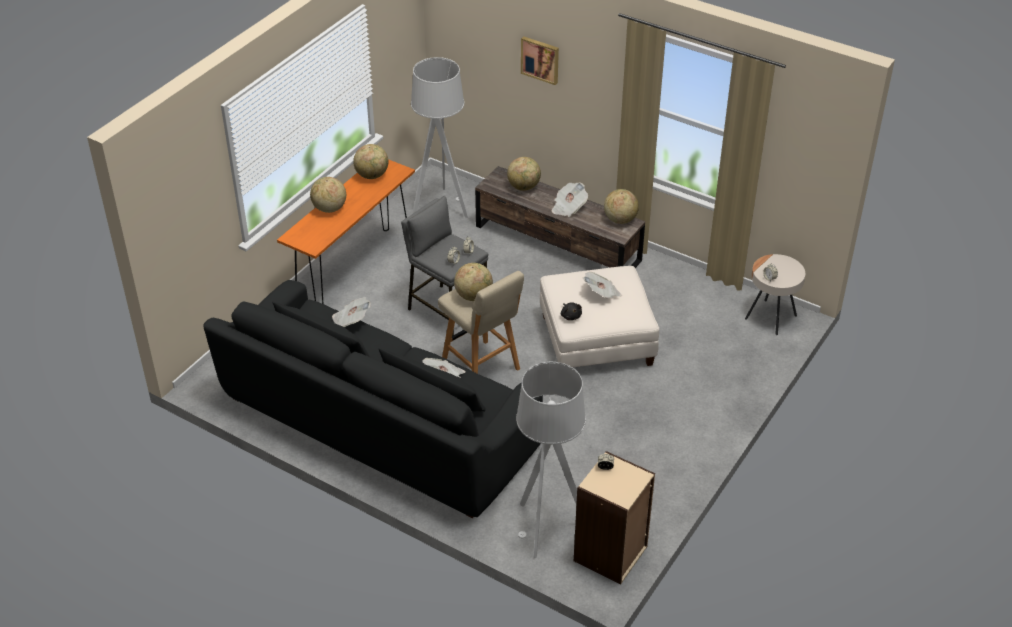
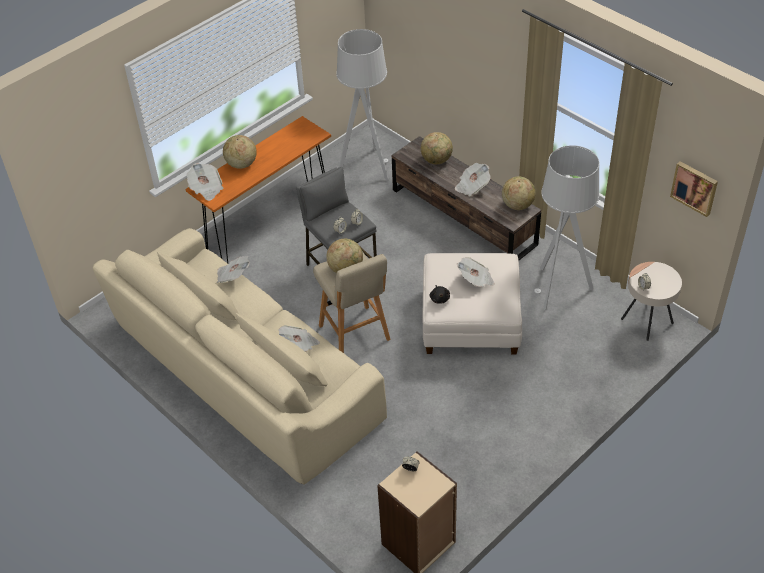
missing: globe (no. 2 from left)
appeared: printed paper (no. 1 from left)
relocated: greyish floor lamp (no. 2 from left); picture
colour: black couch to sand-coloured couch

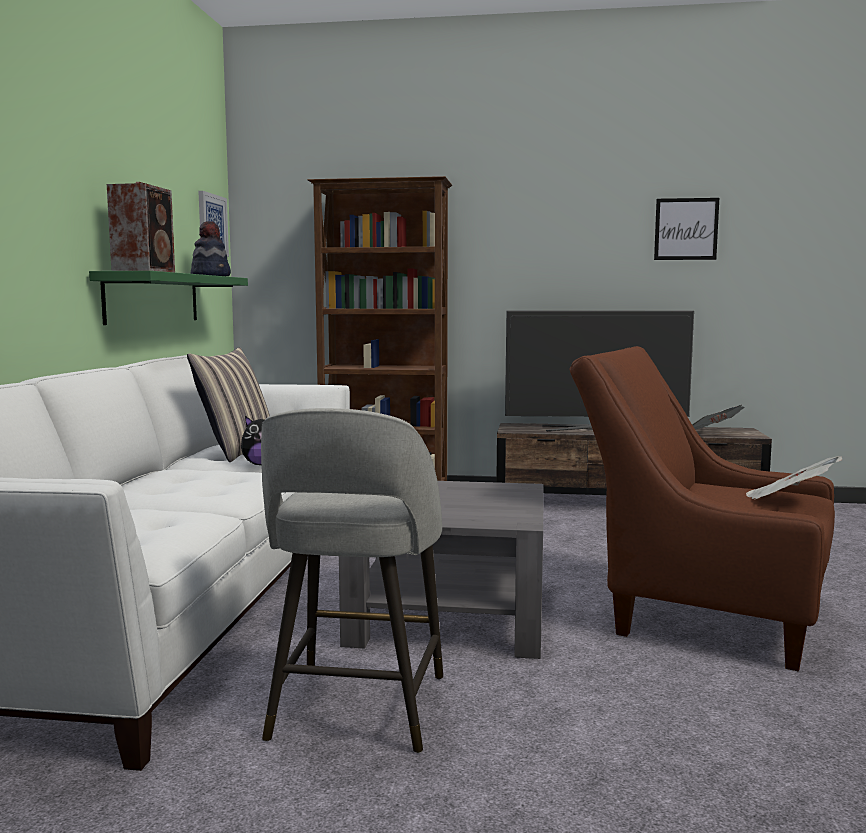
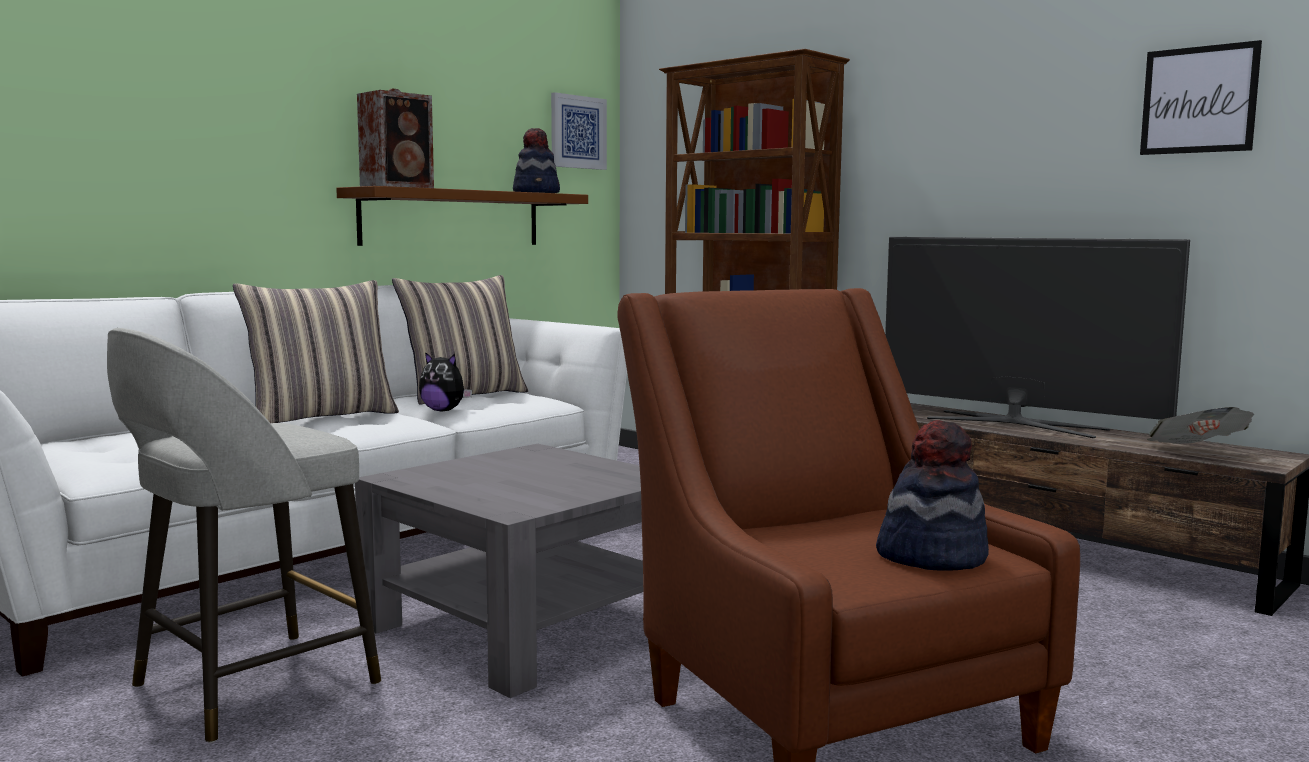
appeared: throw pillow (no. 1 from left)
exchanged: printed paper (no. 2 from left) to hat (no. 2 from left)
colour: greenish shelf to brown shelf

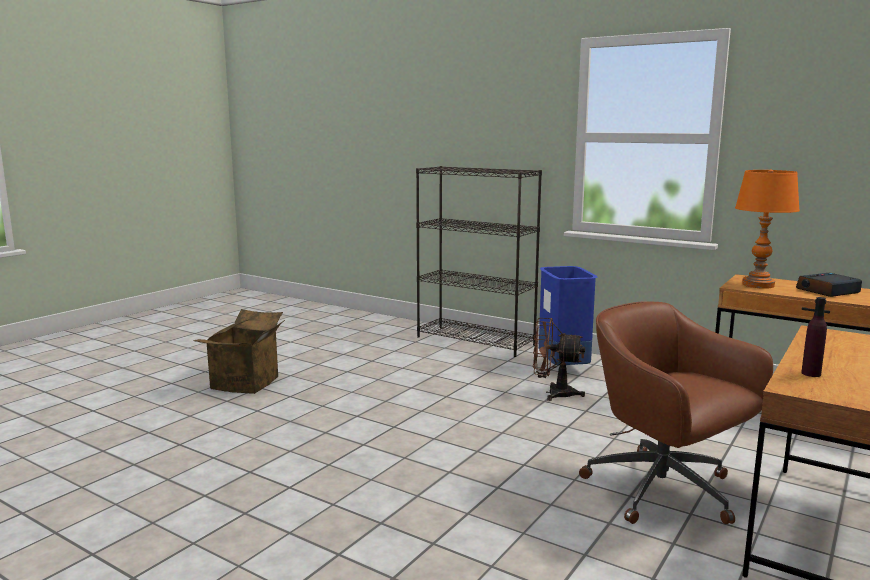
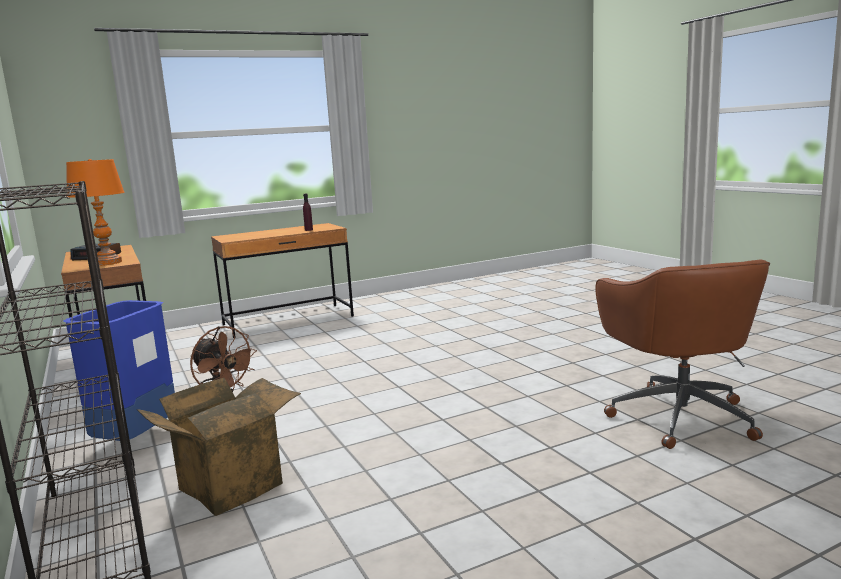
relocated: packing box; brown computer chair

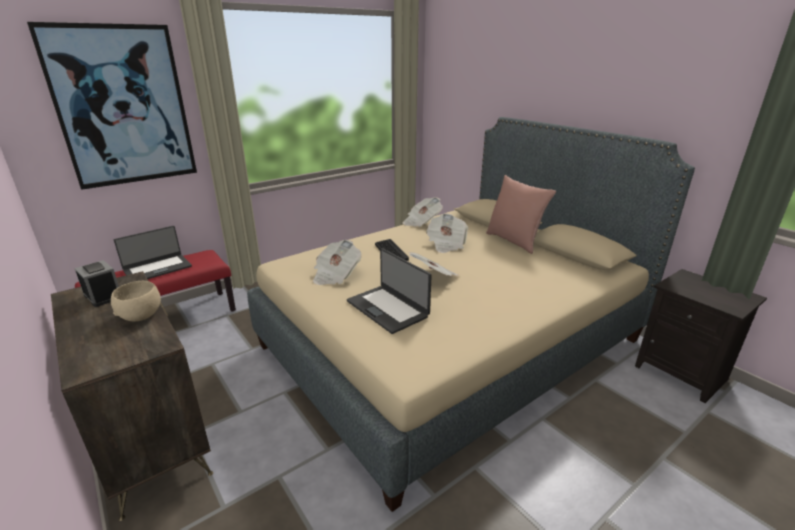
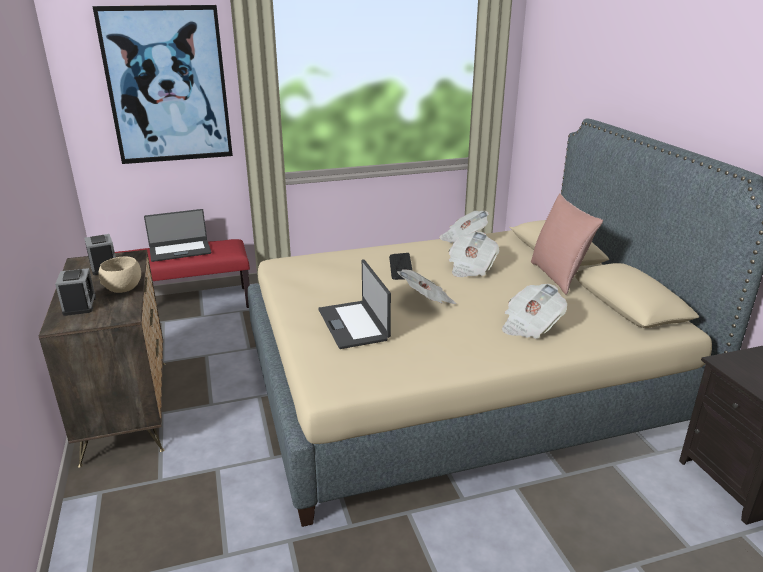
appeared: table clock (no. 1 from left)
relocated: printed paper (no. 1 from left in the first image) to printed paper (no. 4 from left)

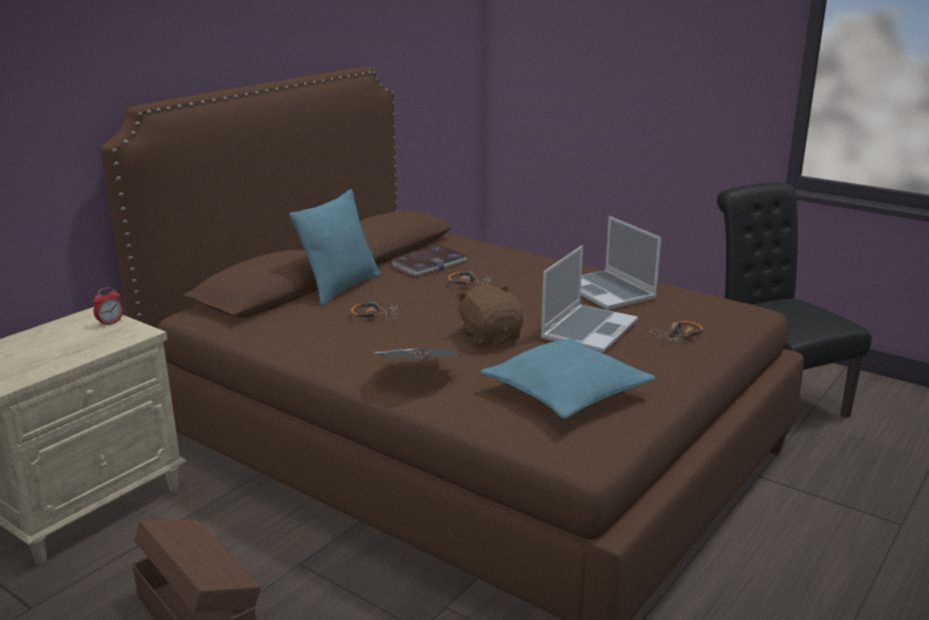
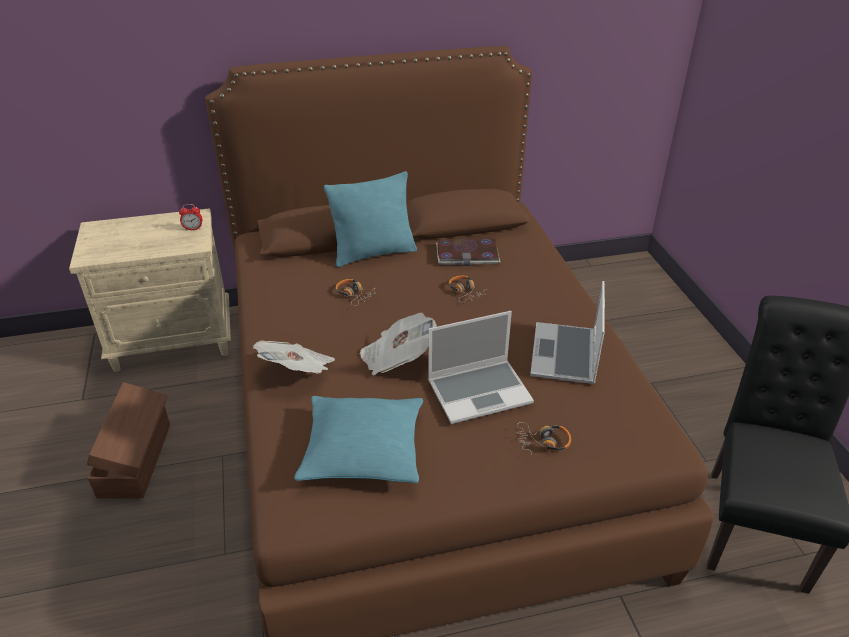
exchanged: brown soft toy to printed paper (no. 2 from left)

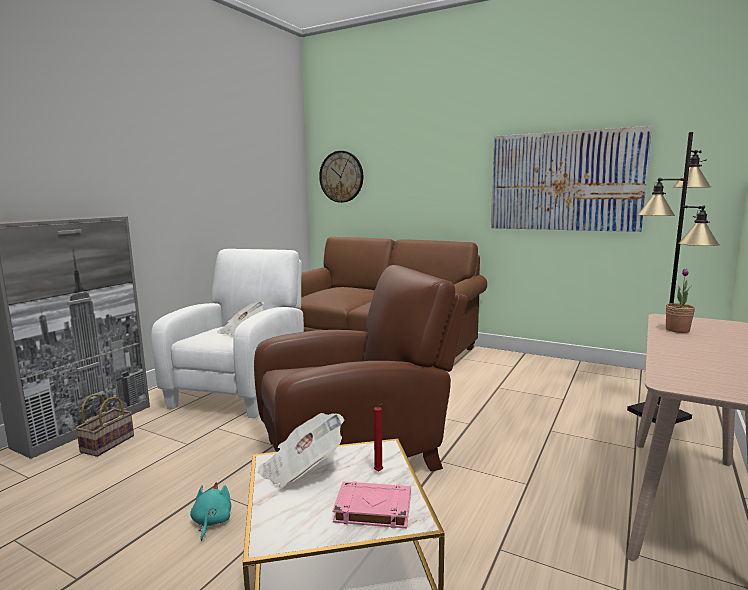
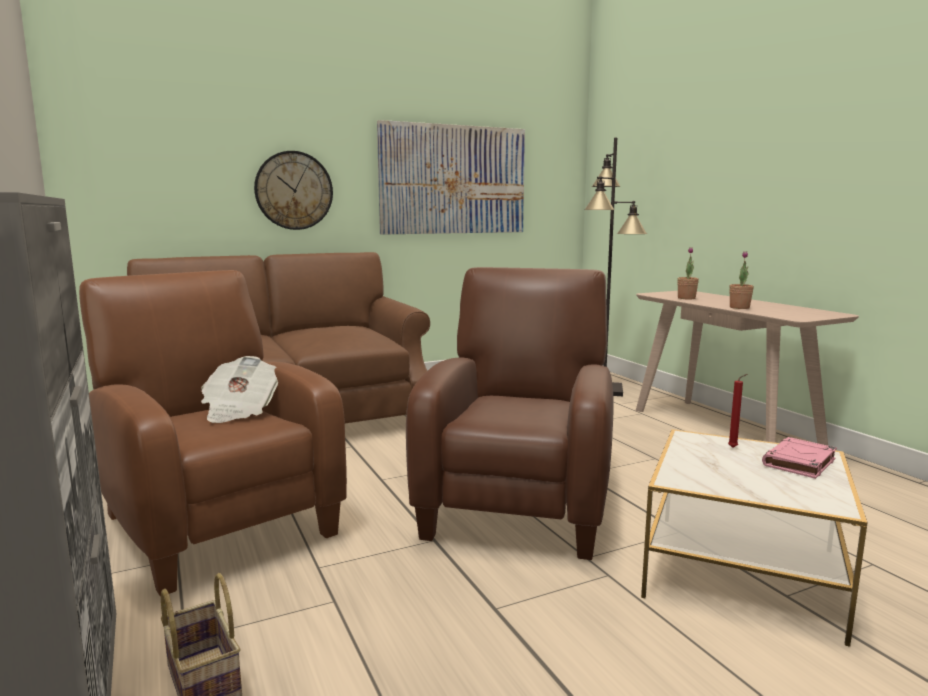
missing: blue-green soft toy; printed paper (no. 2 from left)
appeared: potted plant (no. 2 from left)
relocated: wall clock
colour: whitish armchair to brown armchair (no. 1 from left)

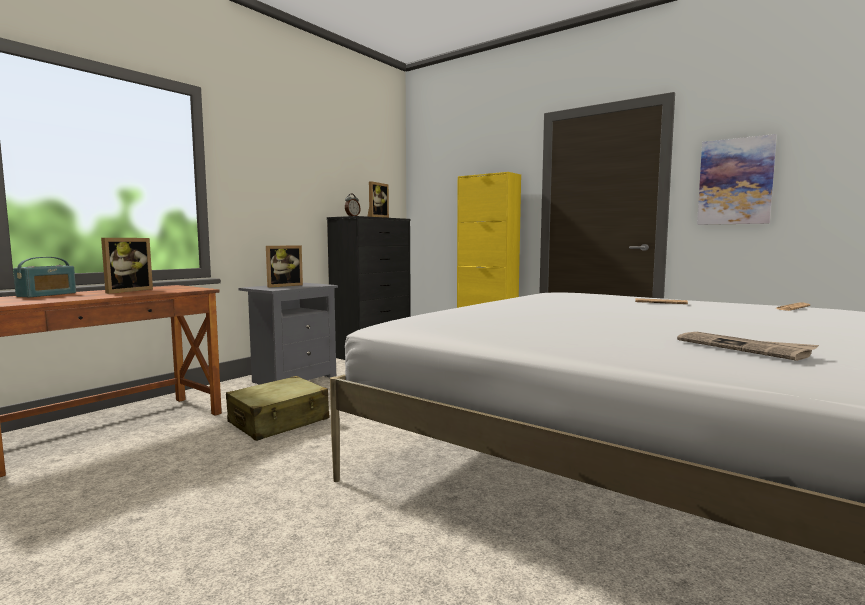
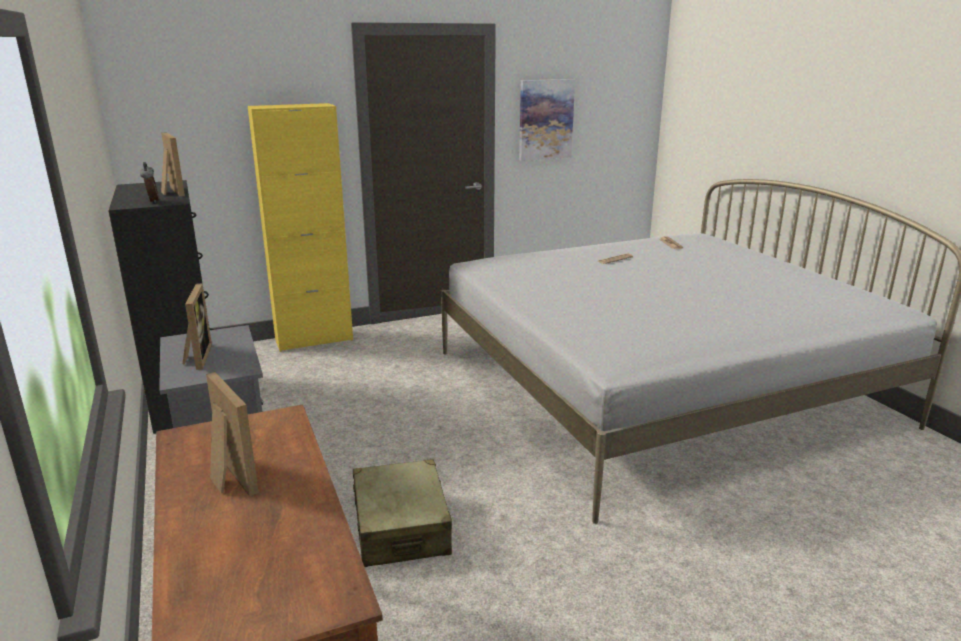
missing: radio; printed paper (no. 2 from left)

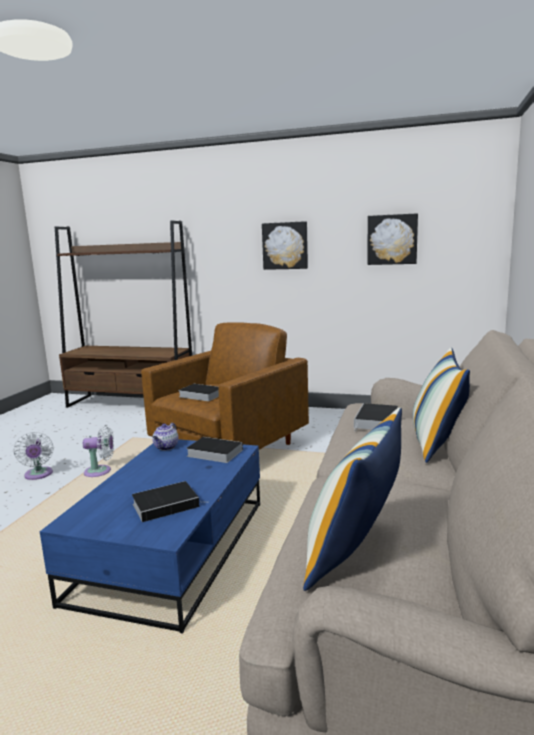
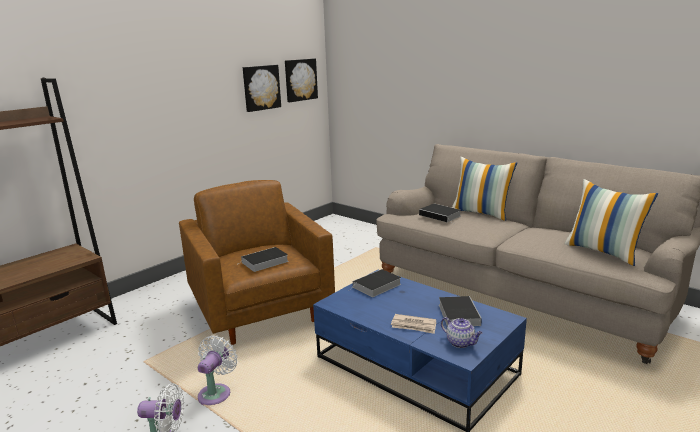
appeared: printed paper
relocated: pot for tea; picture (no. 1 from left in the first image) to picture (no. 2 from left)

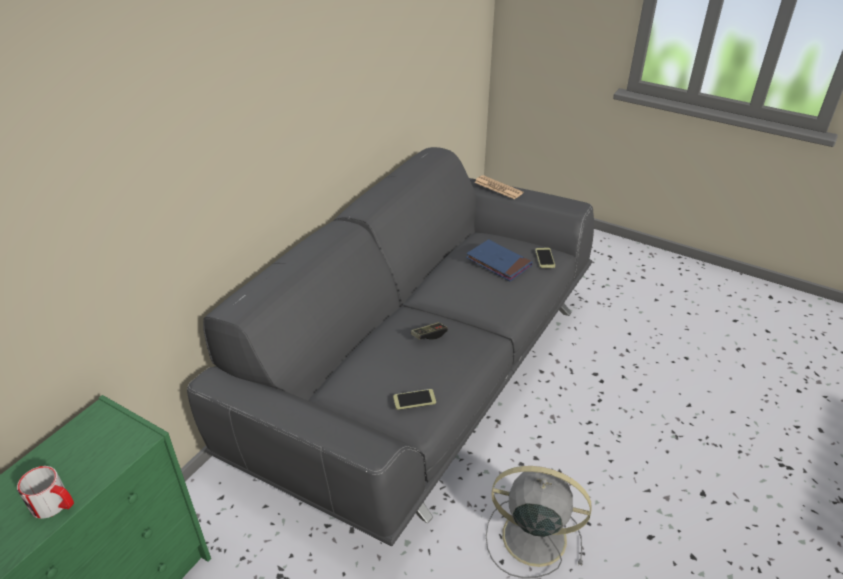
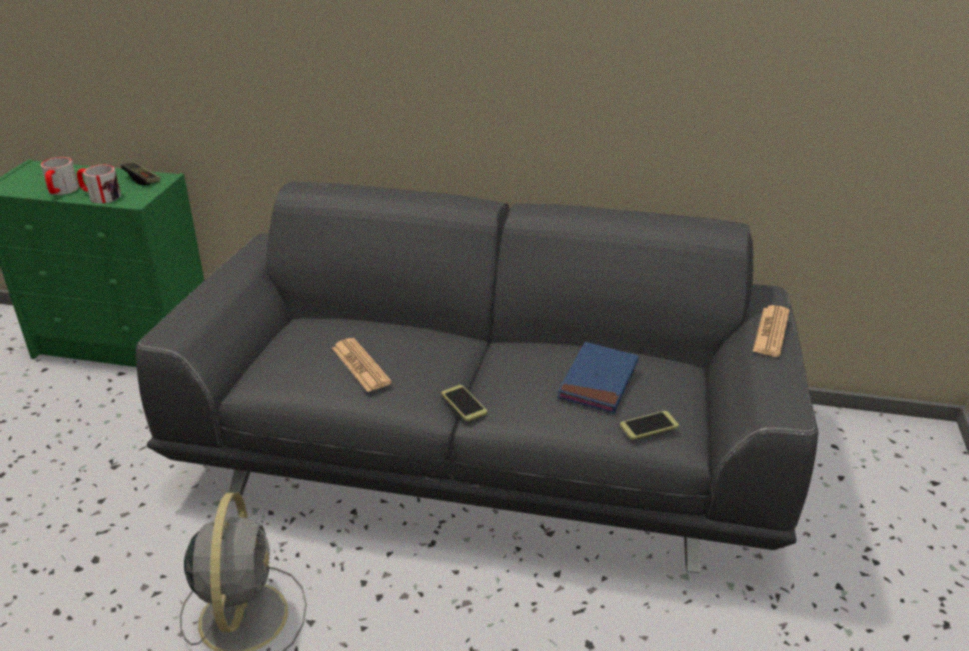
appeared: tea mug (no. 2 from left); printed paper (no. 1 from left)
relocated: handset (no. 1 from left); game controller

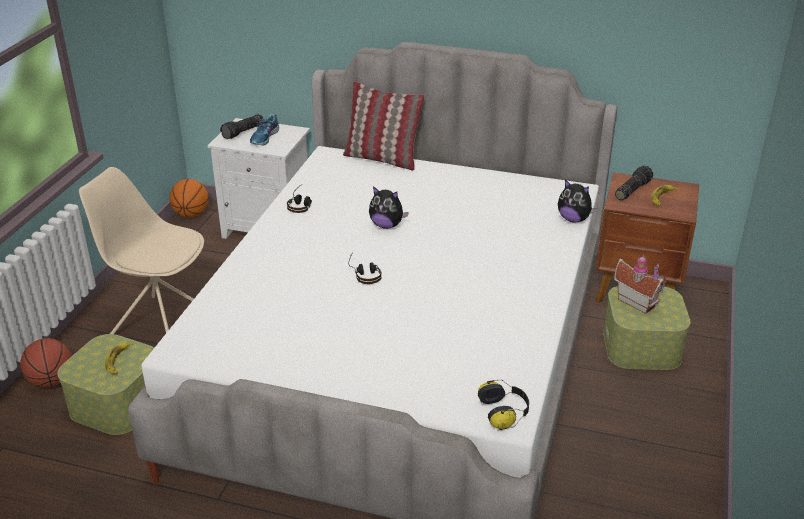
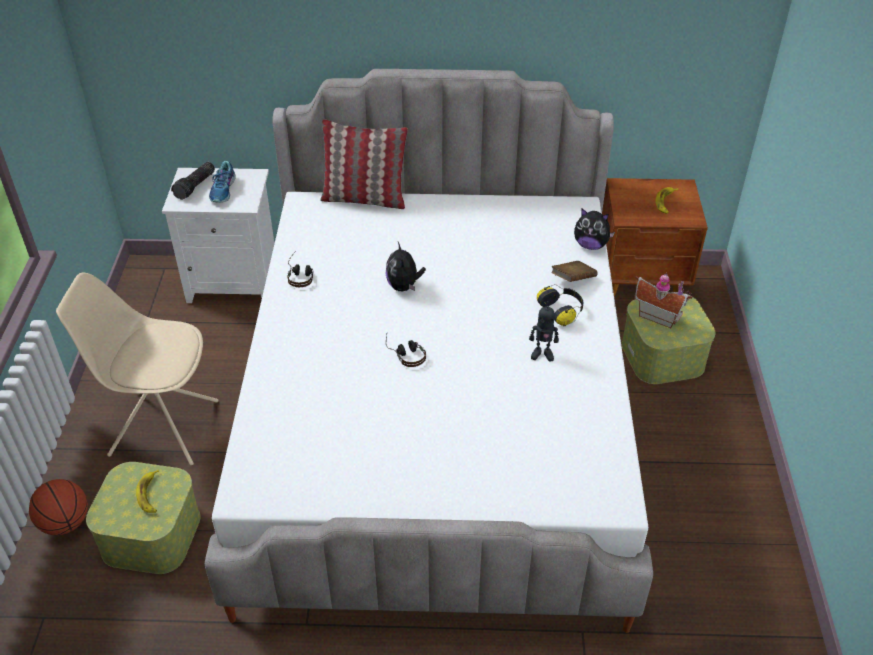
missing: basketball (no. 2 from left); torch (no. 2 from left)
appeared: robot figure; brown book
relocated: headphones (no. 3 from left)
spun: soft toy (no. 1 from left) 75 degrees clockwise

